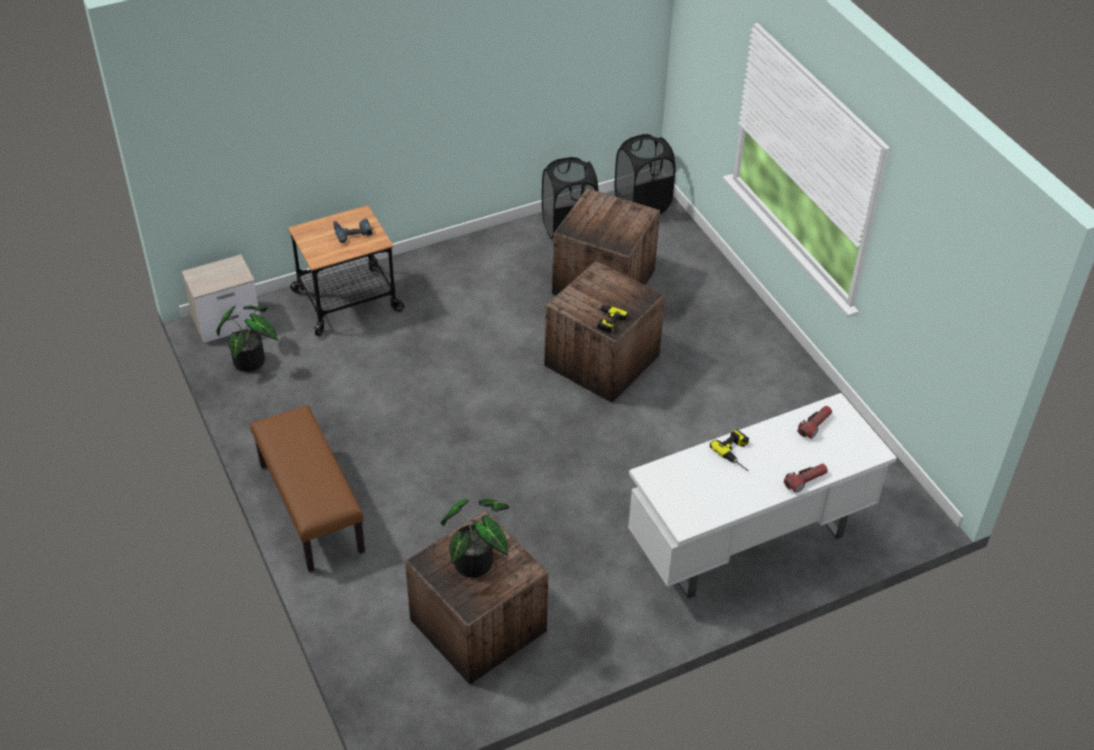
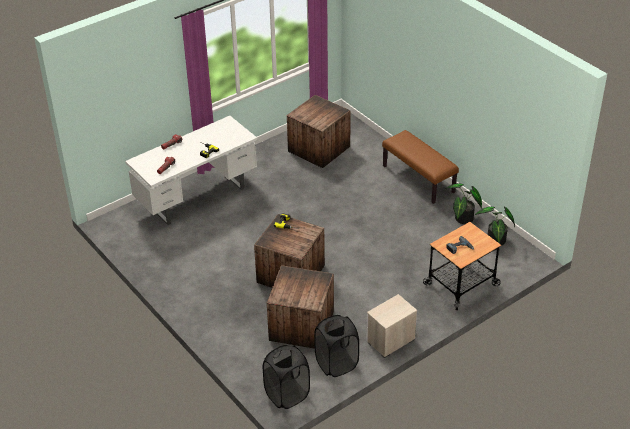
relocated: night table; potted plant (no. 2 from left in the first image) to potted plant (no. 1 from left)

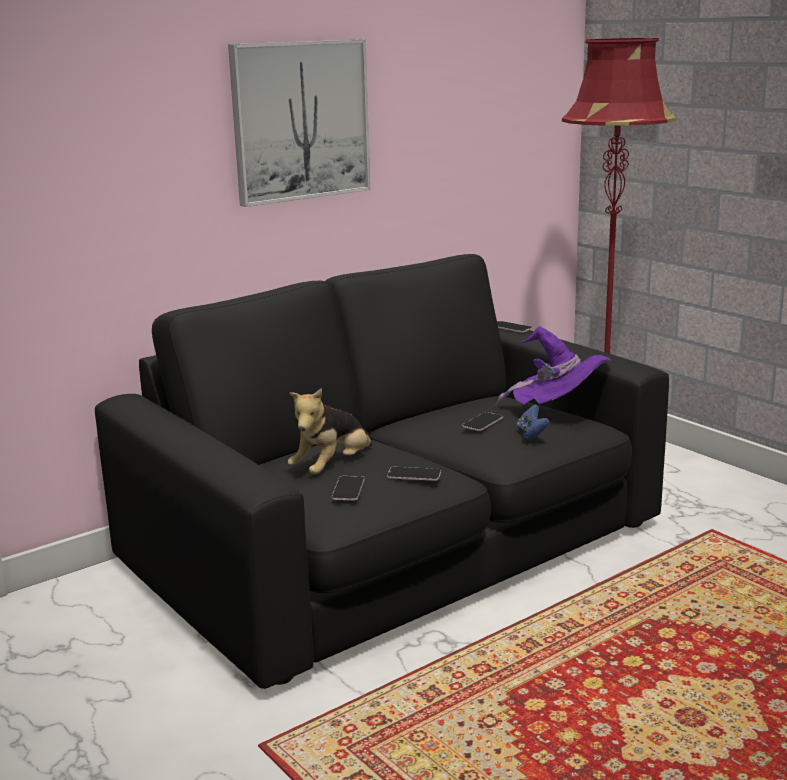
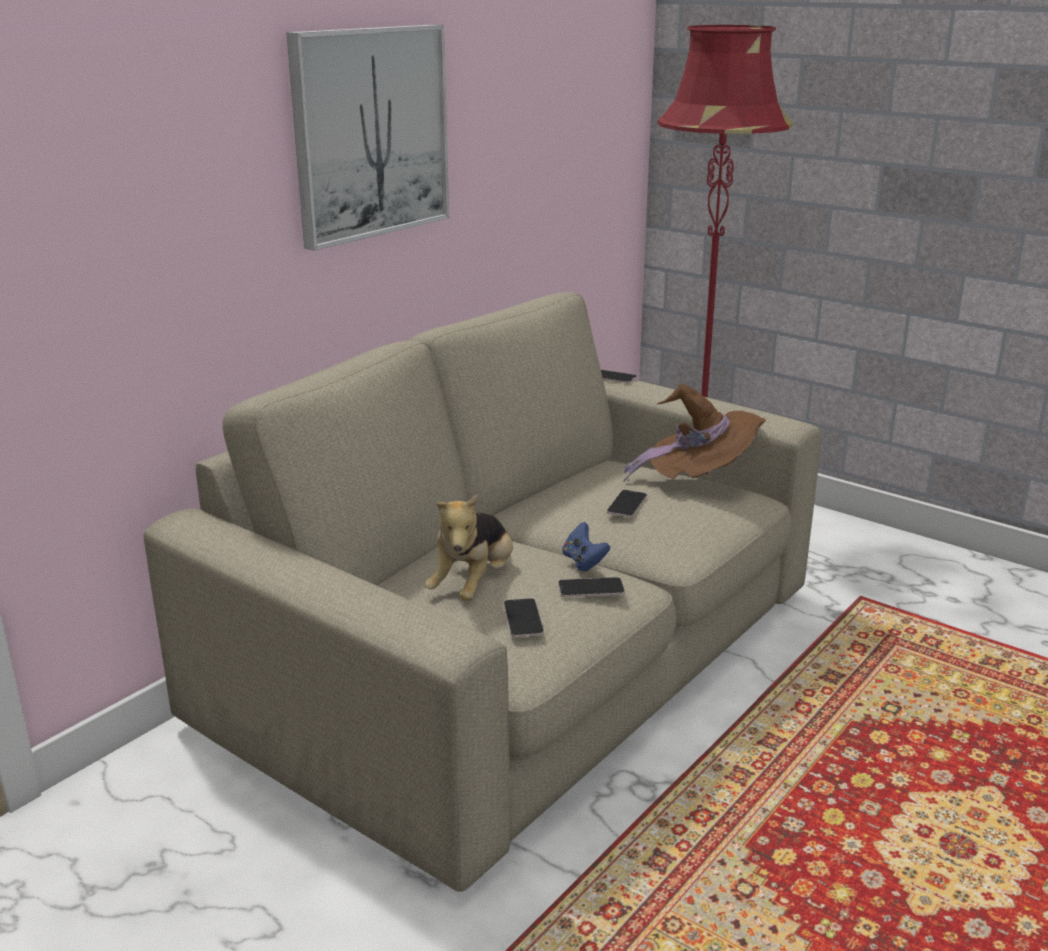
relocated: blue-coloured game controller
colour: black couch to sand-coloured couch; purple-coloured hat to brown hat

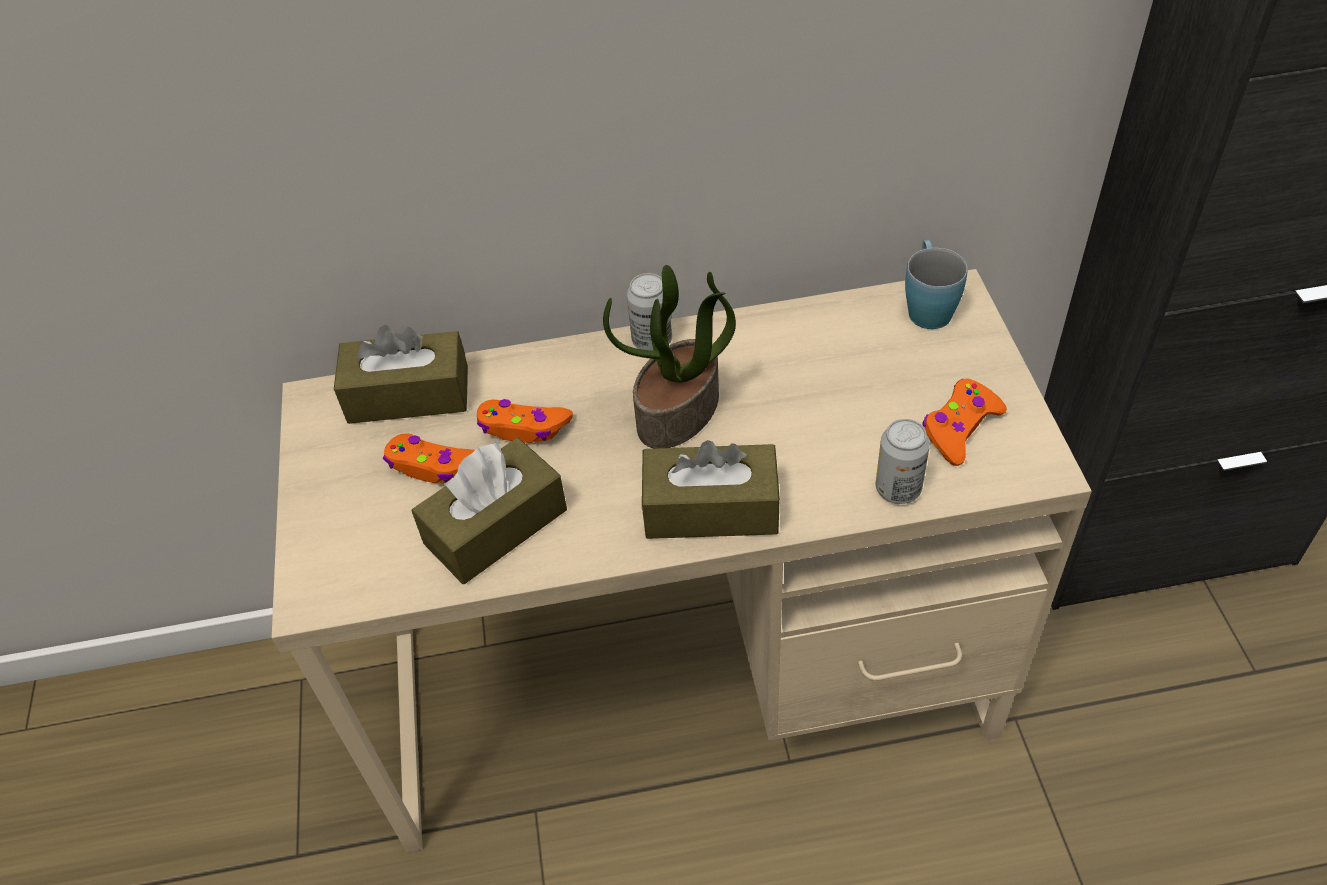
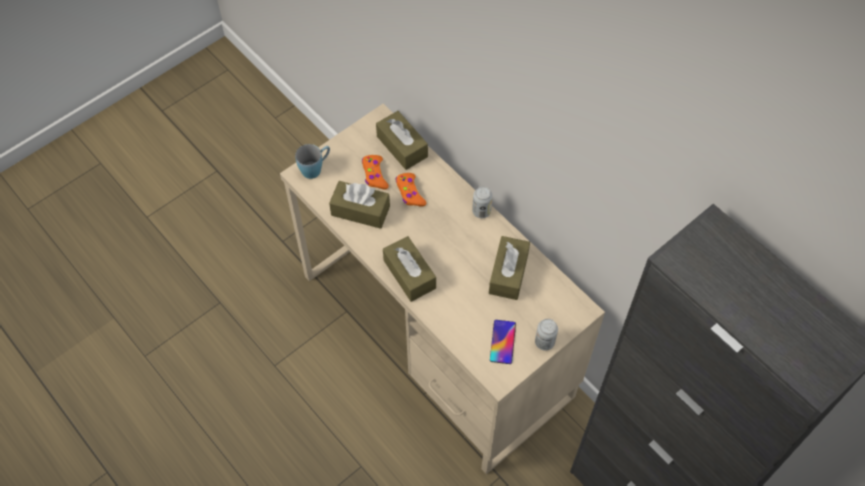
missing: potted plant
appeared: brown tissue box (no. 4 from left)
relocated: sealed can (no. 2 from left); blue-coloured tea mug
exchanged: orangey game controller (no. 3 from left) to handset

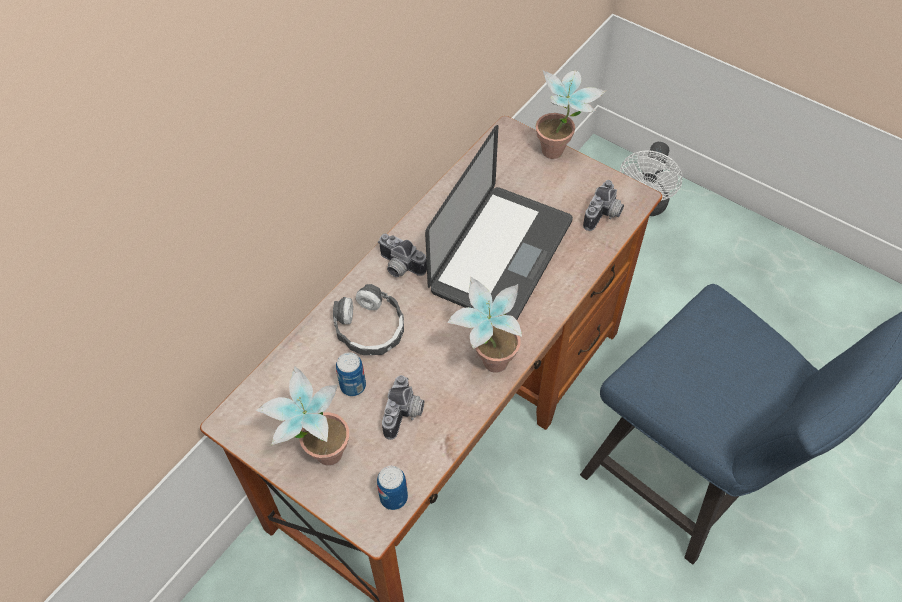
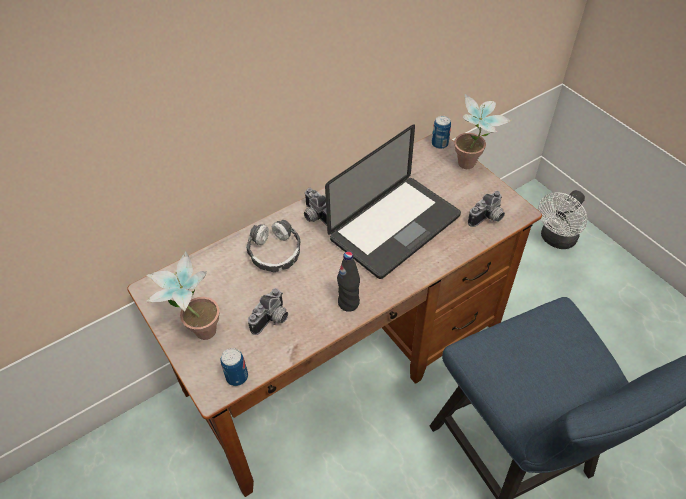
relocated: sealed can (no. 1 from left in the first image) to sealed can (no. 2 from left)
exchanged: potted plant (no. 2 from left) to black drink bottle

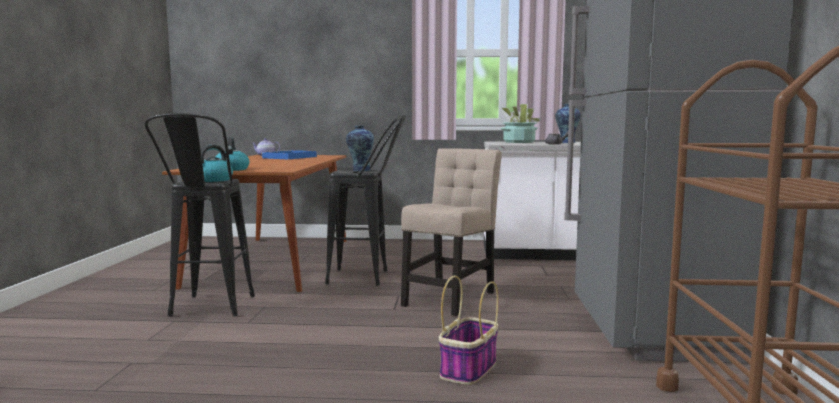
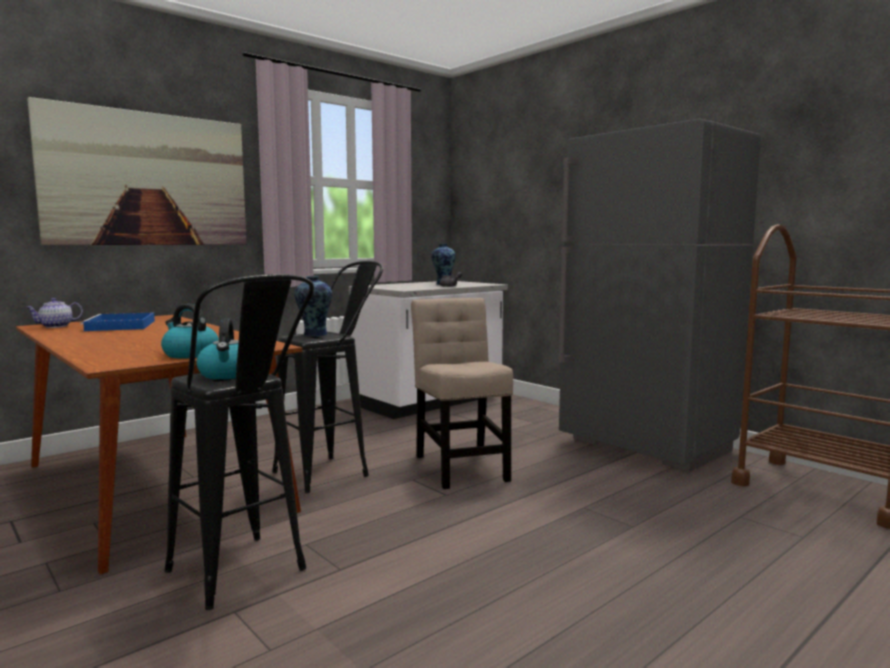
missing: household basket; potted plant
appeared: picture

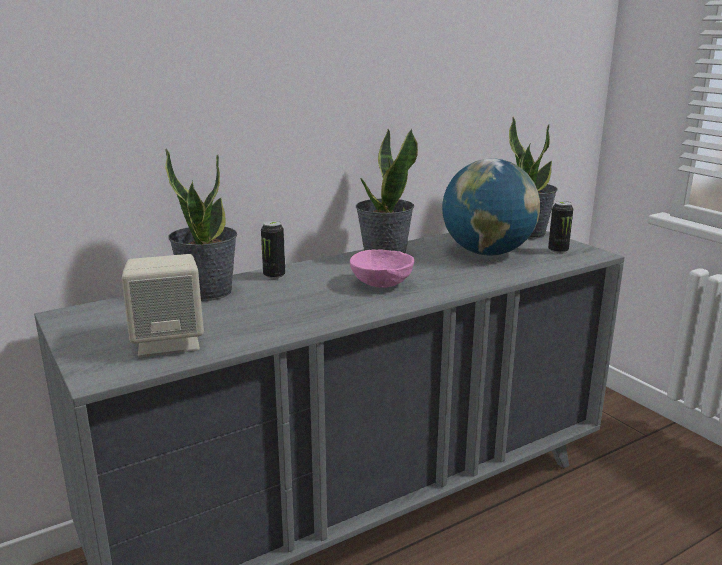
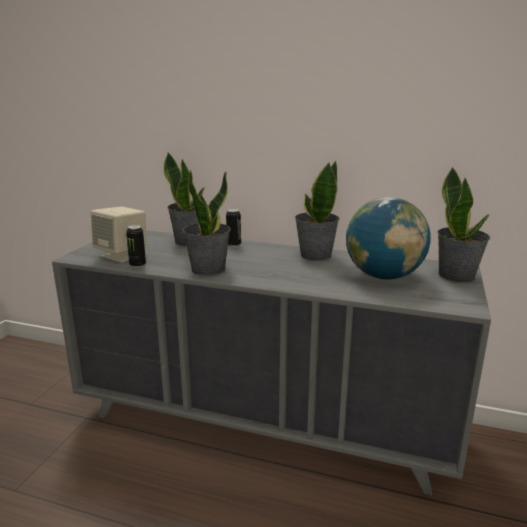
missing: pink-coloured bowl
appeared: potted plant (no. 2 from left)
relocated: sealed can (no. 2 from left in the first image) to sealed can (no. 1 from left)

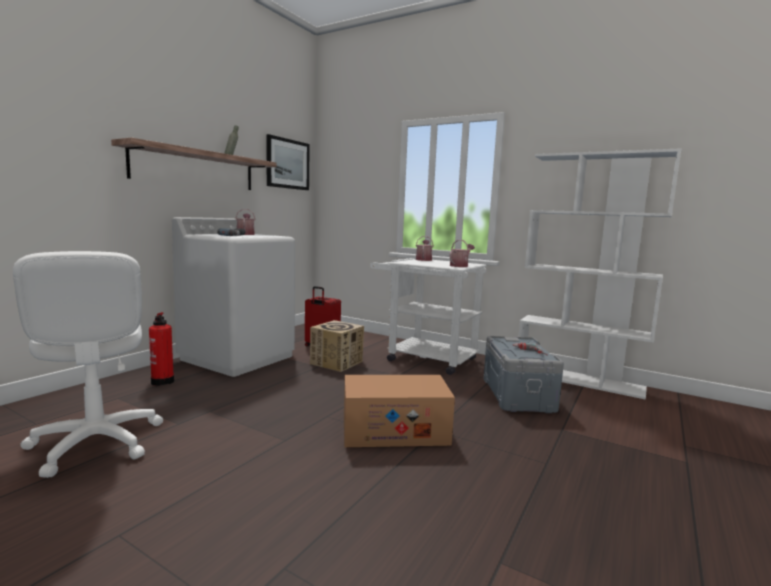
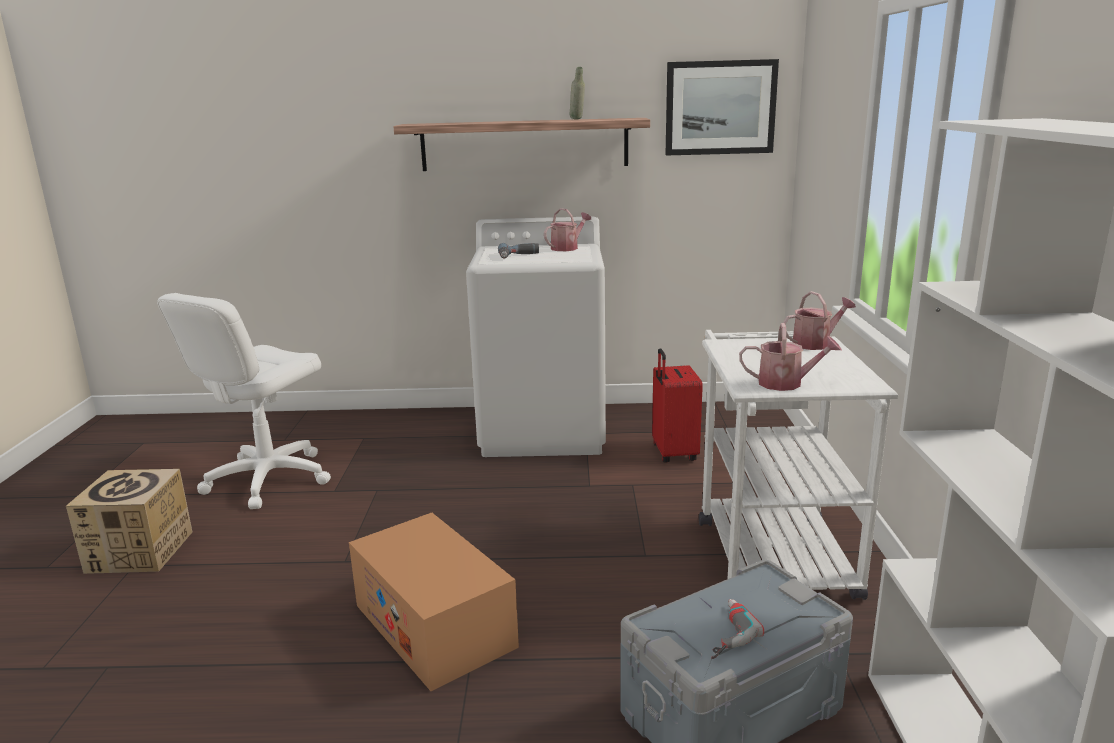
missing: fire-fighting cylinder
relocated: packing box (no. 1 from left)

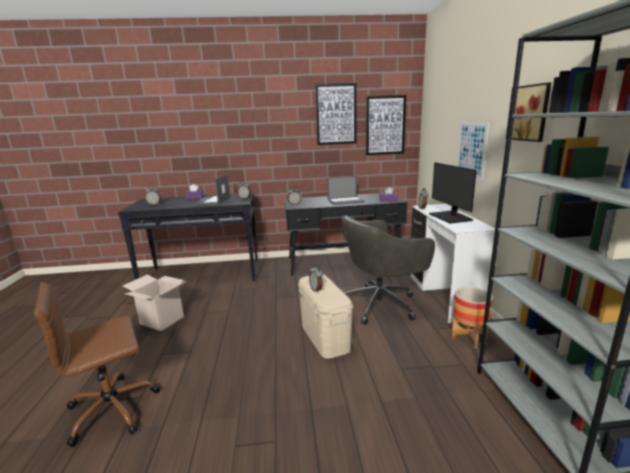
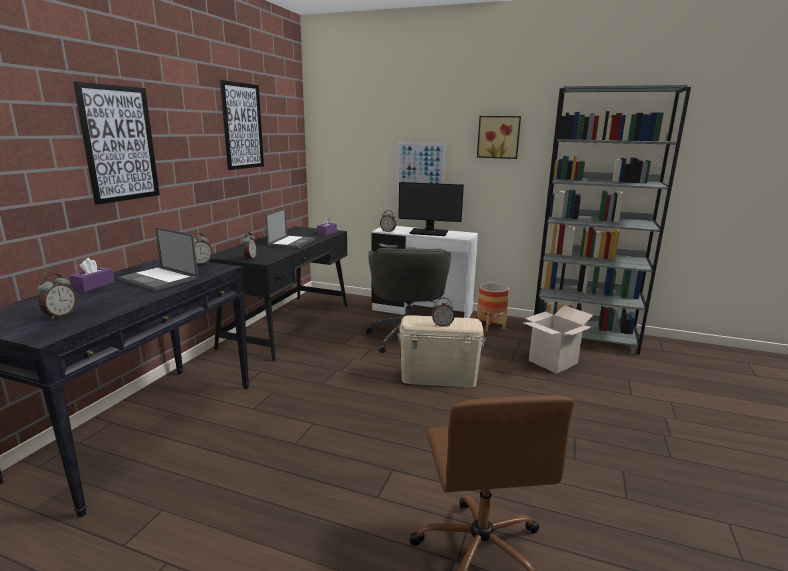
relocated: packing box; picture (no. 2 from left in the first image) to picture (no. 1 from left)

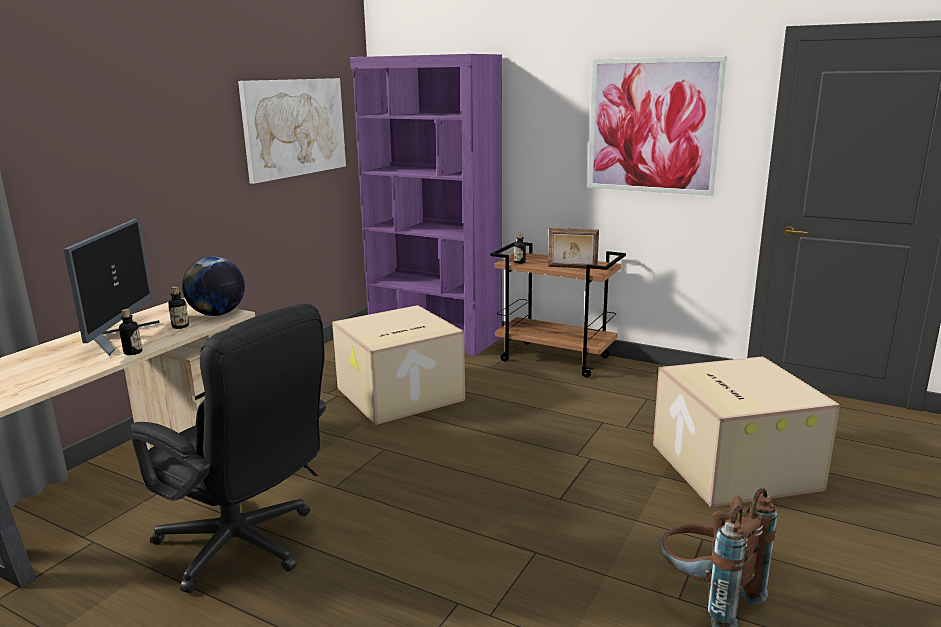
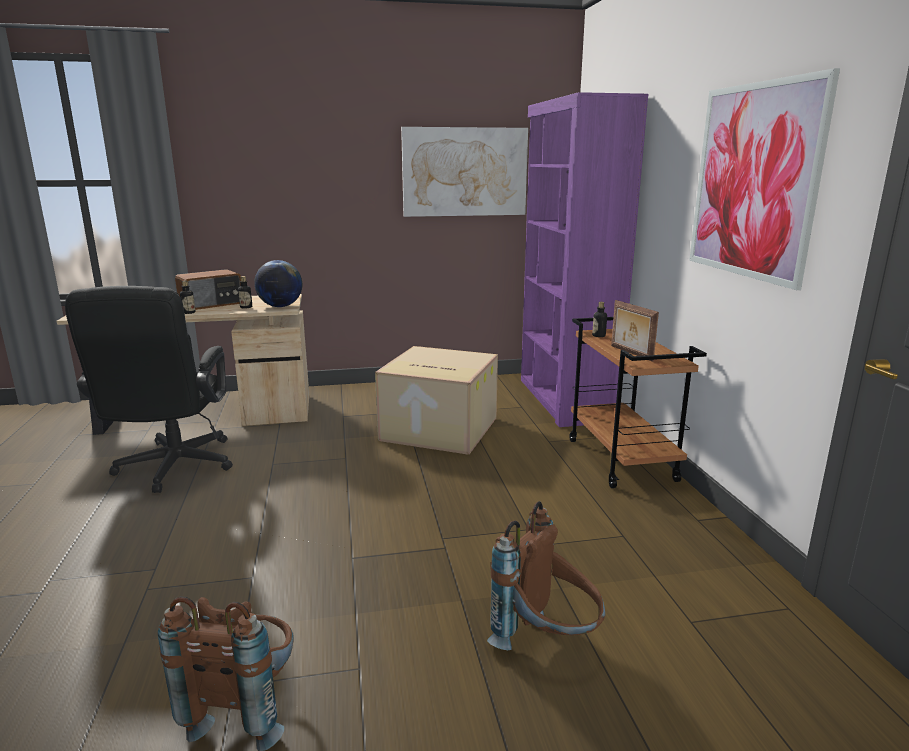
exchanged: computer display to radio; packing box (no. 2 from left) to brown rucksack (no. 2 from left)

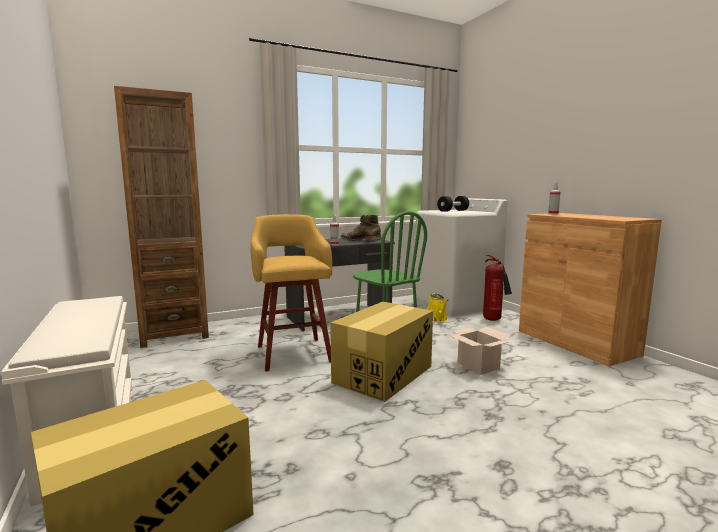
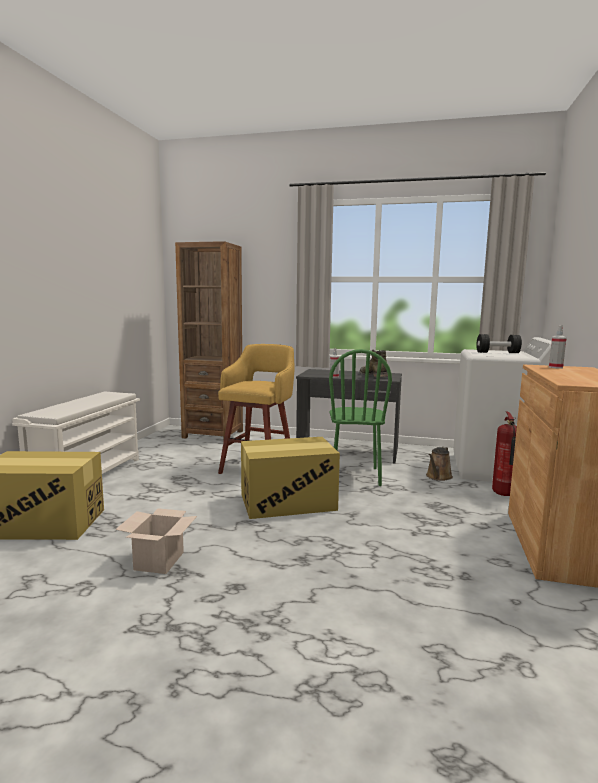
relocated: packing box (no. 3 from left in the first image) to packing box (no. 2 from left)
colour: yellowish sprinkling can to brown sprinkling can

